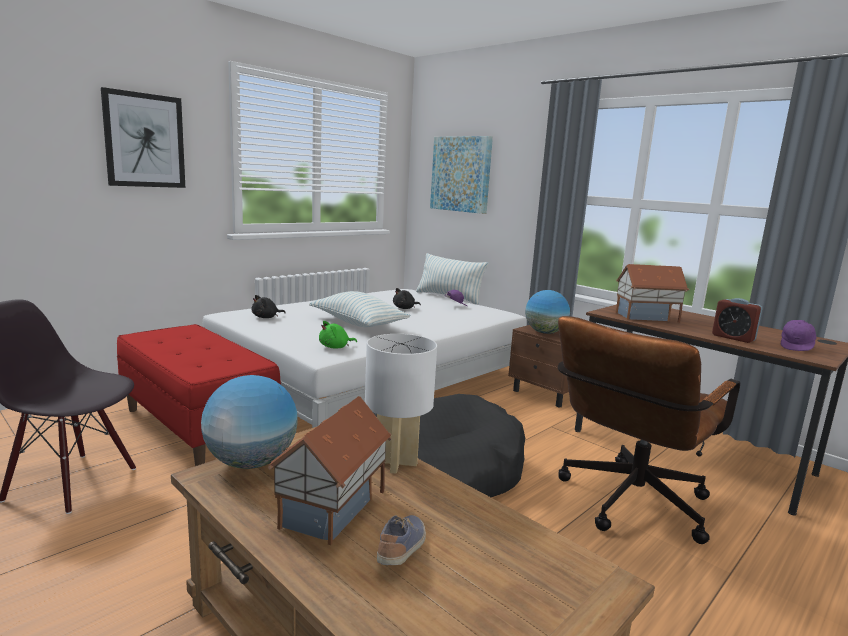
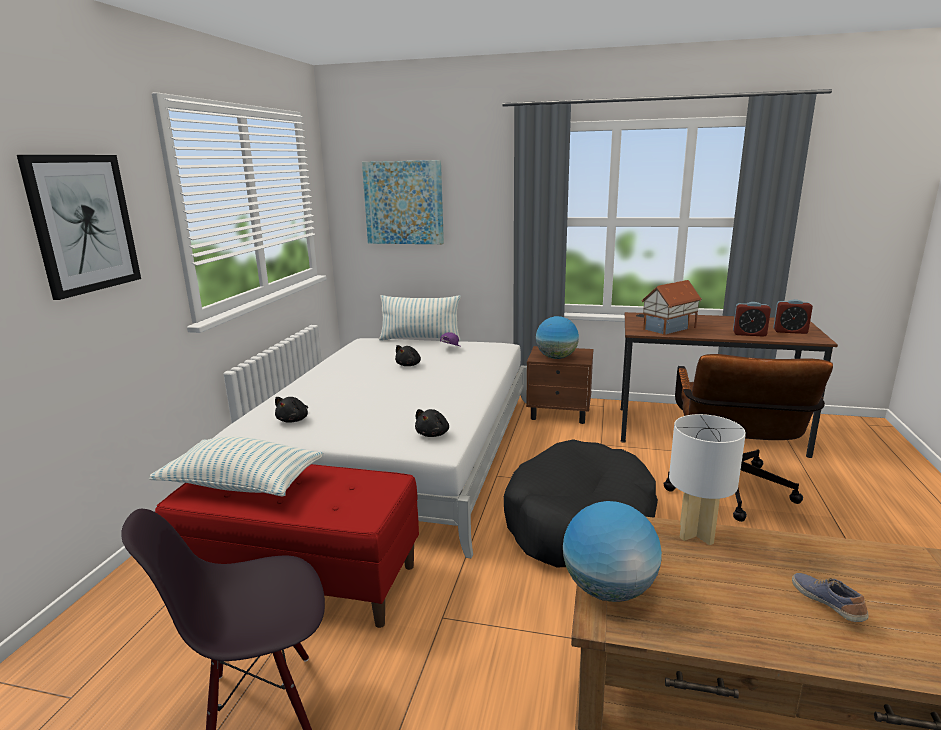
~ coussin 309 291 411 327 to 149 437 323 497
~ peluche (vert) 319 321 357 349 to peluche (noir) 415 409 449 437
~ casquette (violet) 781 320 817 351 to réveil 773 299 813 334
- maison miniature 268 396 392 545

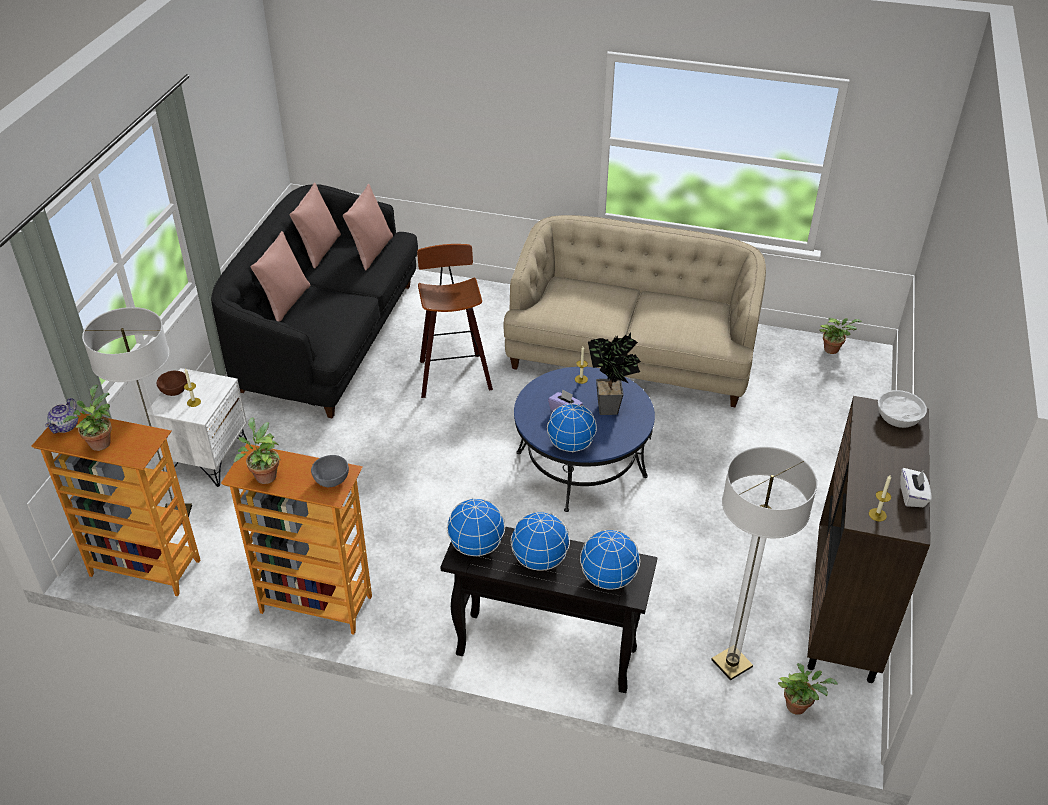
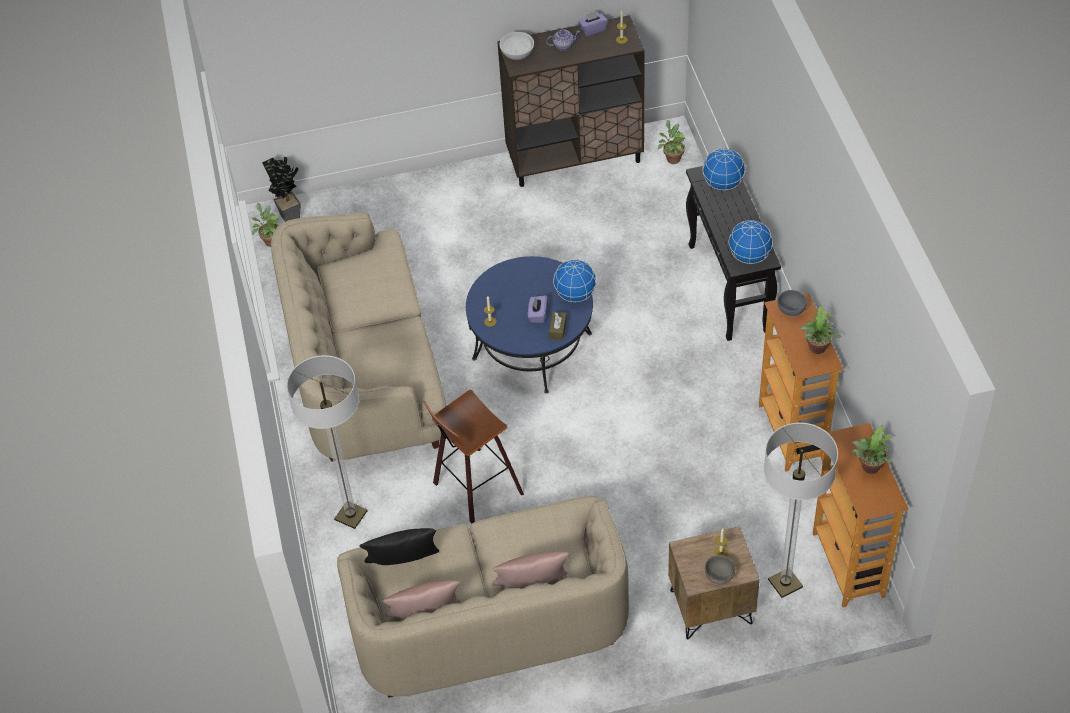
~ plante en pot 588 332 641 415 to 262 156 301 222
~ lampadaire 711 447 817 681 to 287 355 368 529
~ canapé (noir) 211 184 418 419 to canapé (beige) 337 496 629 698
~ coussin (rose) 343 184 393 270 to coussin (noir) 360 528 439 565
~ théière 45 398 78 434 to 546 29 580 51
+ boîte à mouchoirs (marron) 549 312 567 340
~ boîte à mouchoirs (blanc) 900 468 932 507 to boîte à mouchoirs (violet) 578 11 608 36
~ table de chevet (blanc) 151 368 248 487 to table de chevet (marron) 668 526 760 639
~ bol (marron) 156 371 187 396 to bol (gris) 705 555 735 585
- globe 511 512 570 571

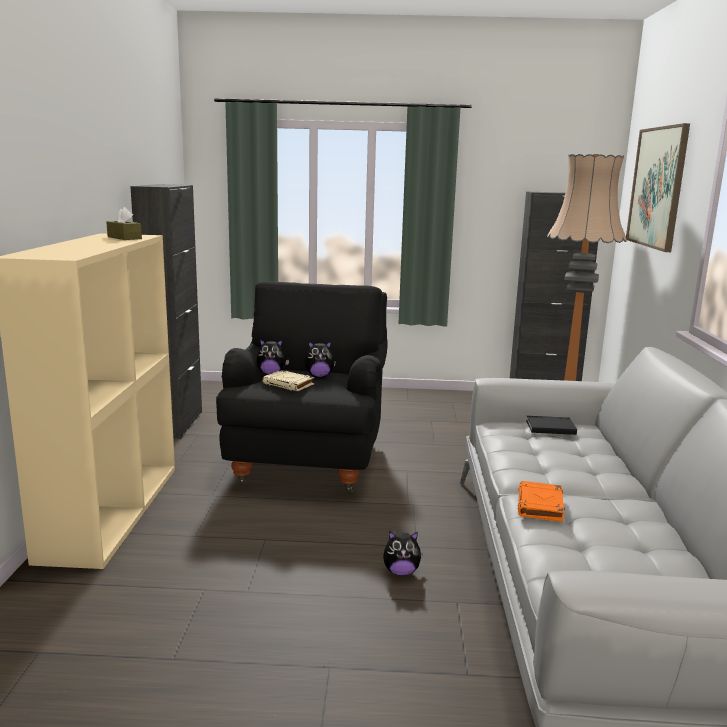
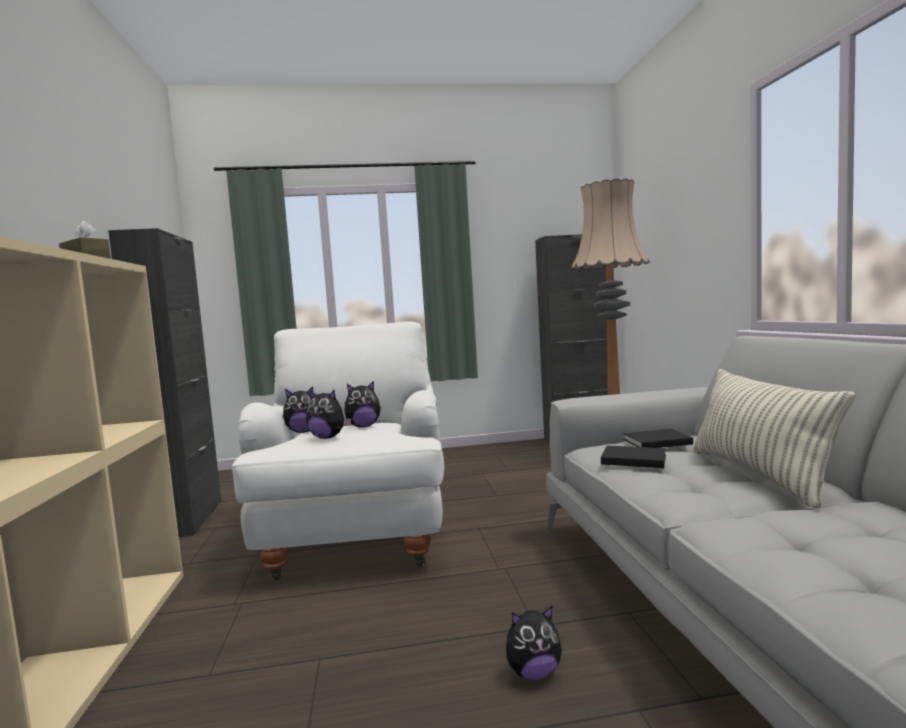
~ fauteuil (noir) 216 281 387 493 to fauteuil (blanc) 232 321 444 580
~ livre (beige) 262 370 314 391 to peluche 306 390 351 439
+ livre (noir) 601 445 666 468
+ coussin 693 369 855 508
- livre (orange) 518 481 565 522
- tableau 626 123 690 252

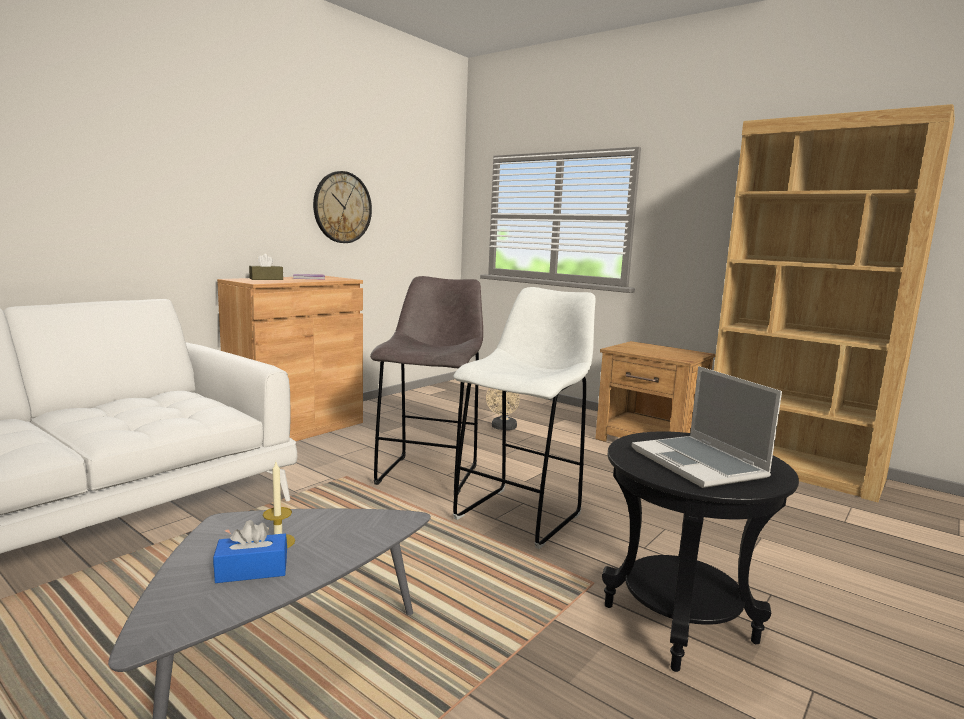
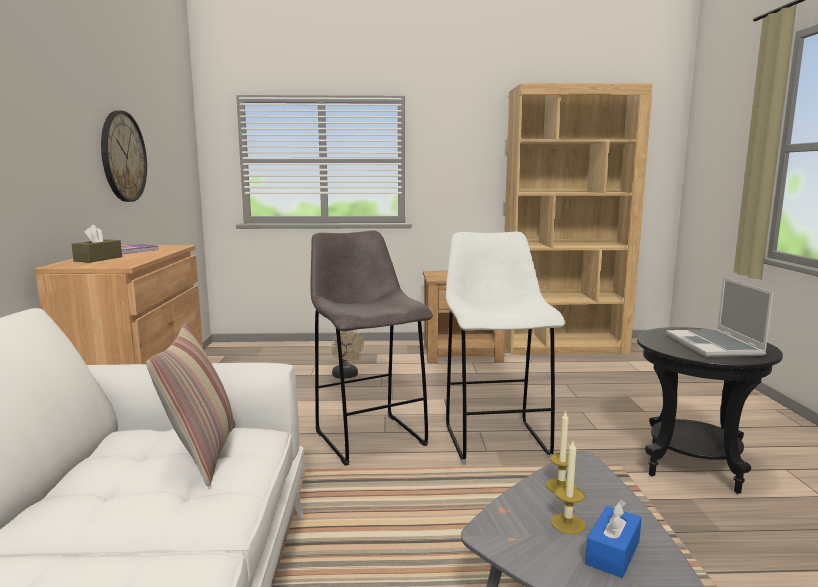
+ coussin 146 323 235 487
+ bougie 546 410 576 493
~ ordinateur portable 632 366 782 488 = 666 277 773 357 60 degrees clockwise

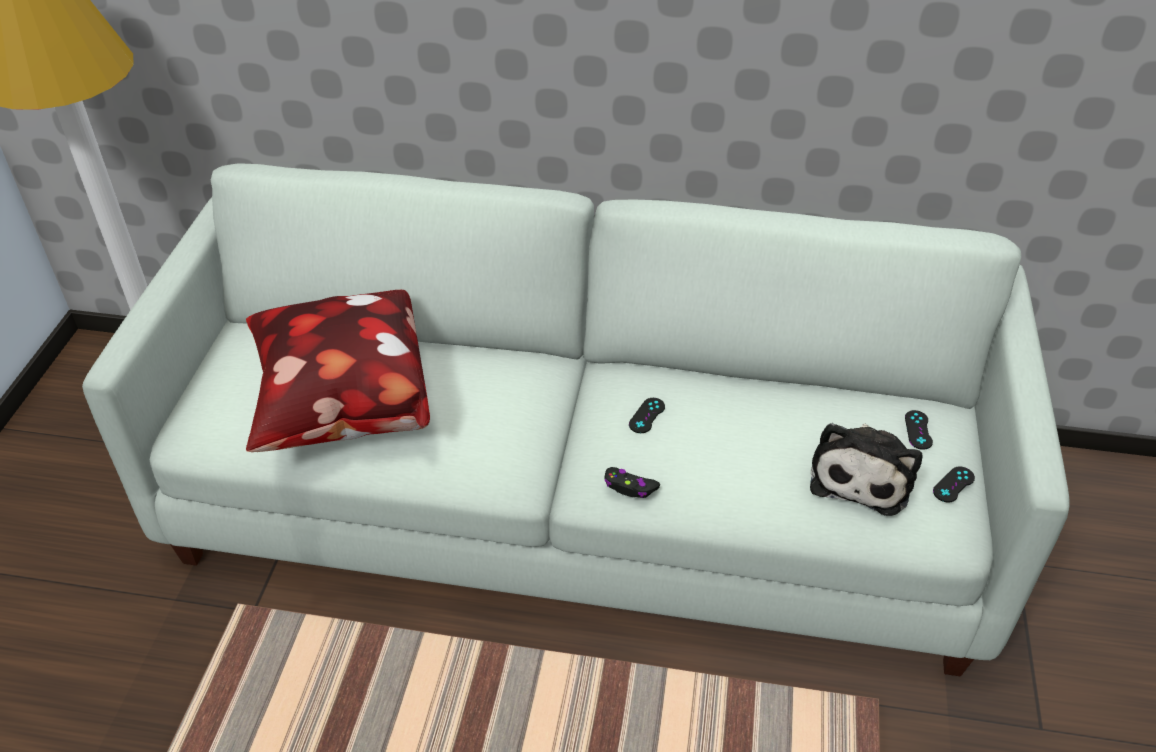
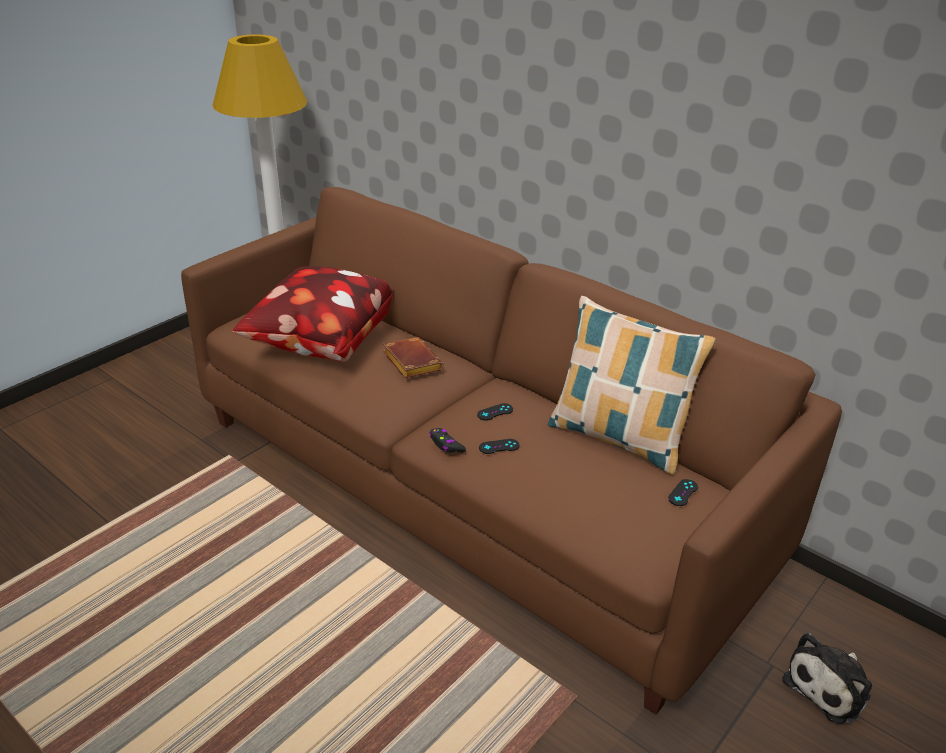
~ canapé (blanc) 82 163 1070 676 to canapé (marron) 181 187 842 715
+ livre (marron) 383 337 443 378
~ manette (noir) 933 466 975 503 to 479 439 519 454
+ coussin 548 296 716 474
~ peluche 810 423 922 516 to 782 633 872 724

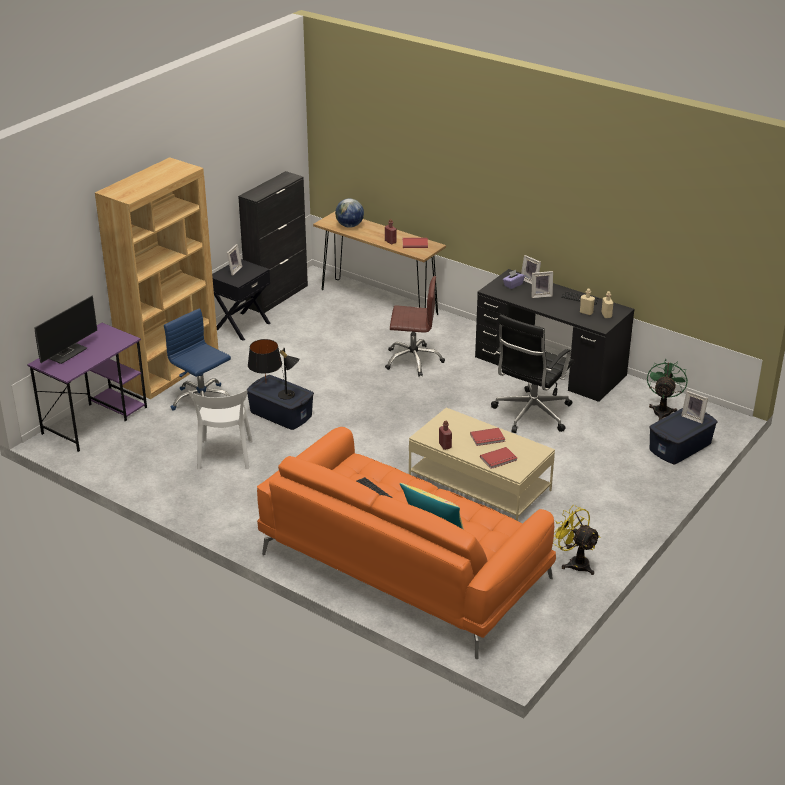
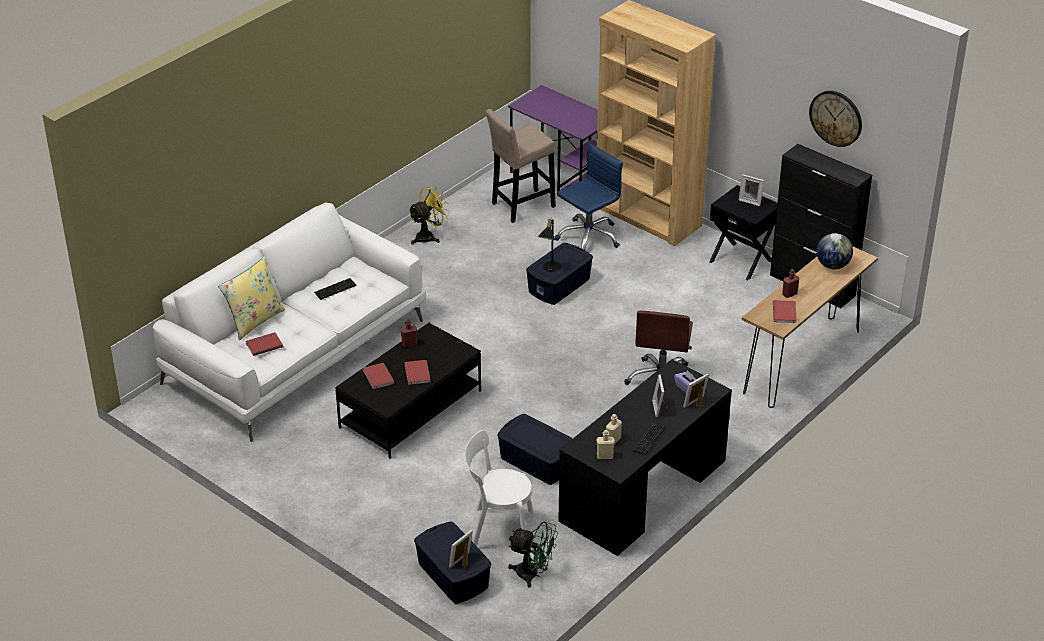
~ canapé (orange) 257 427 556 659 to canapé (blanc) 153 203 426 442
+ livre (rouge) 246 332 283 356
~ table basse (beige) 409 407 555 521 to table basse (noir) 335 323 481 459
~ ventilateur (jaune) 553 505 601 575 to 408 186 450 245
~ chaise (blanc) 188 390 253 469 to 465 430 533 546
+ tabouret (beige) 486 109 556 223
~ chaise de bureau (noir) 491 314 574 433 to boîte de rangement (bleu) 497 414 573 485
+ horloge murale 809 91 862 147
- écran d'ordinateur 34 296 97 364
- lampe de table (noir) 248 339 282 378

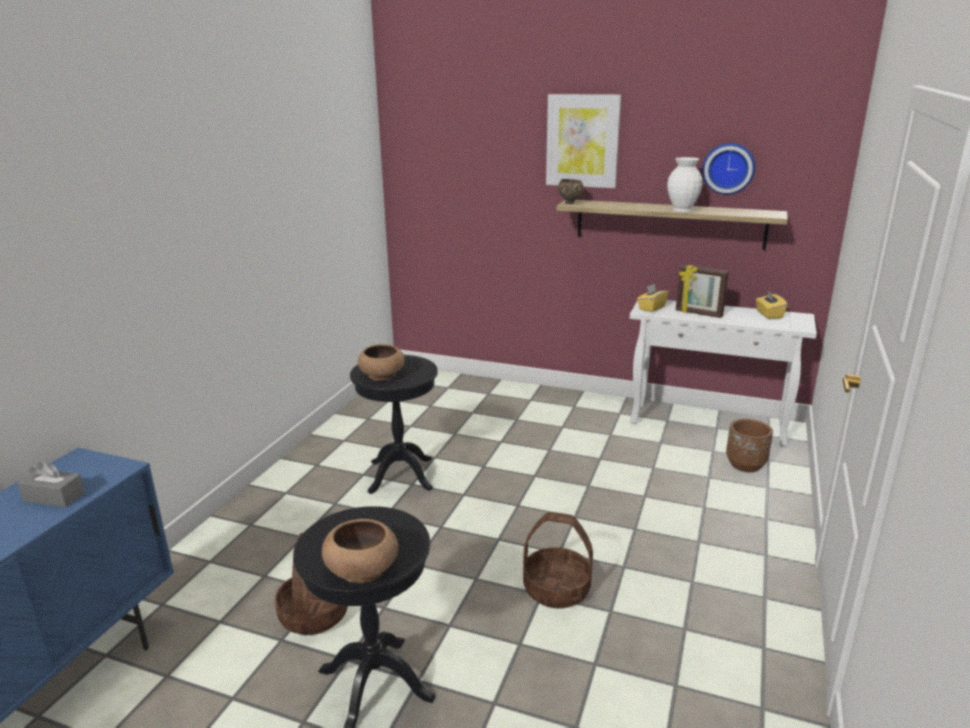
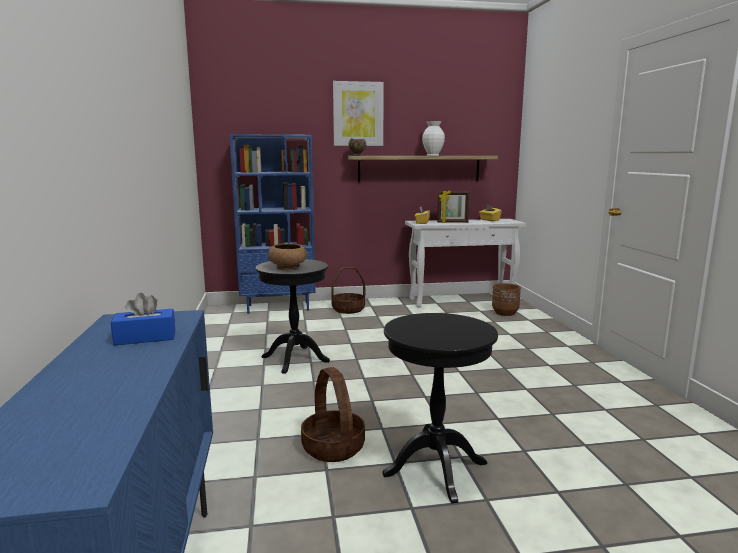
~ boîte à mouchoirs (gris) 17 461 85 507 to boîte à mouchoirs (bleu) 111 293 175 345
+ bibliothèque (bleu) 230 134 316 314
~ panier 523 512 593 608 to 331 266 365 314
- bol (marron) 322 519 399 583
- horloge murale 702 143 755 195

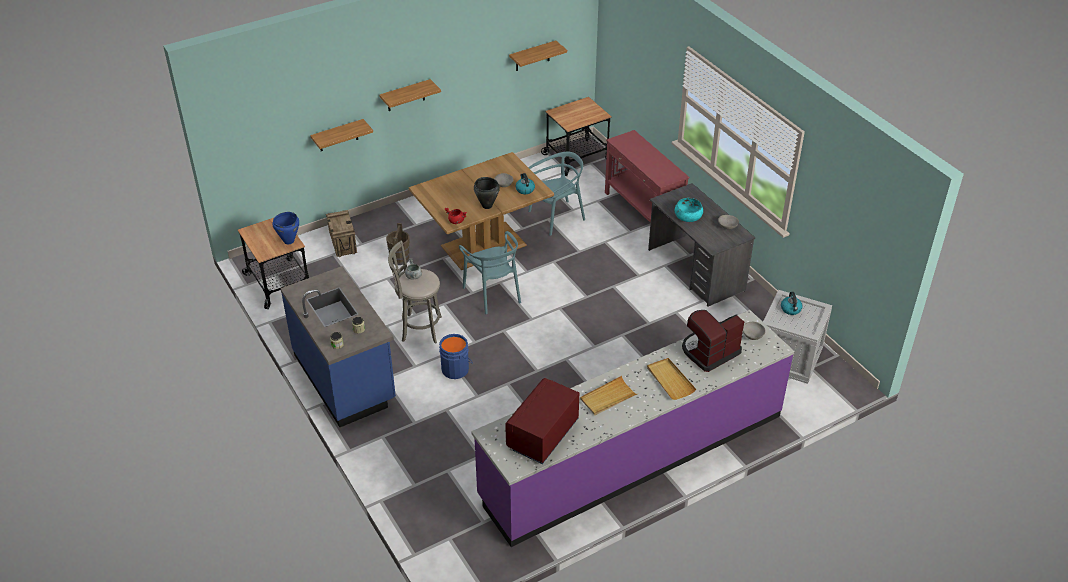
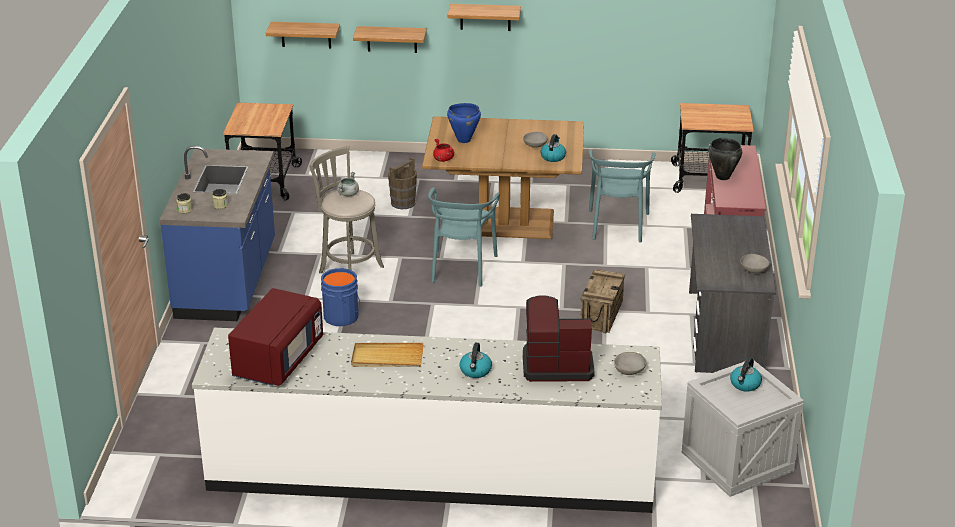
~ comptoir de cuisine (violet) 471 310 794 547 to comptoir de cuisine (blanc) 192 328 662 513
~ micro-ondes (rouge) 505 378 579 464 = 228 288 323 386 135 degrees clockwise
~ étagère 509 40 567 71 to 266 22 340 48
~ marmite (bleu) 272 212 299 244 to 447 103 481 143
~ plateau (beige) 647 358 696 400 to bouilloire 459 343 492 378
~ caisse 326 210 357 257 to 580 269 625 333
~ chaise (turquoise) 528 152 585 236 = 589 149 655 243 90 degrees clockwise
~ marmite (noir) 474 177 500 209 to 708 138 742 180
- bol (turquoise) 675 198 703 222

